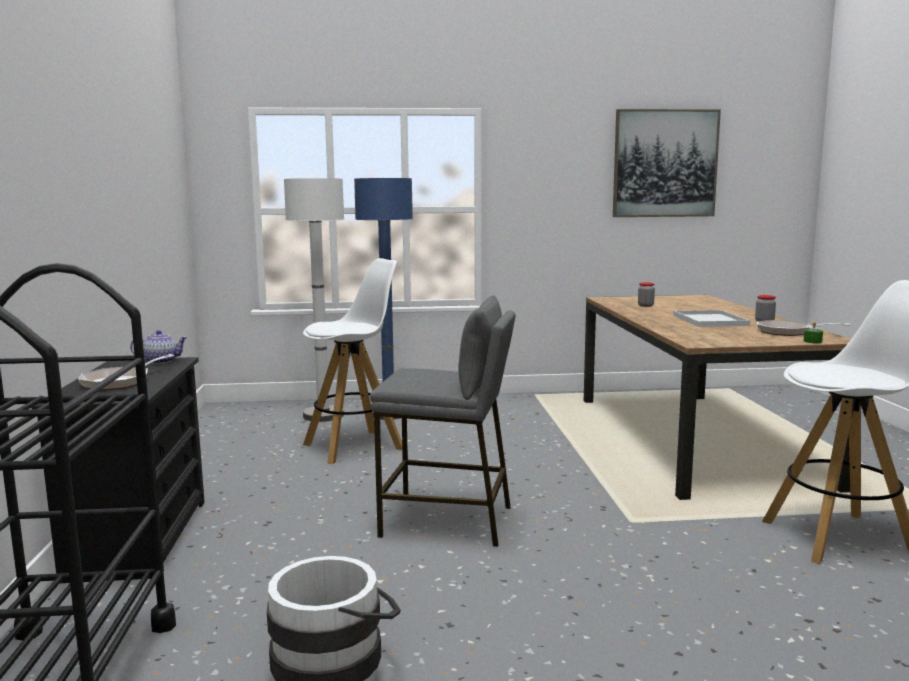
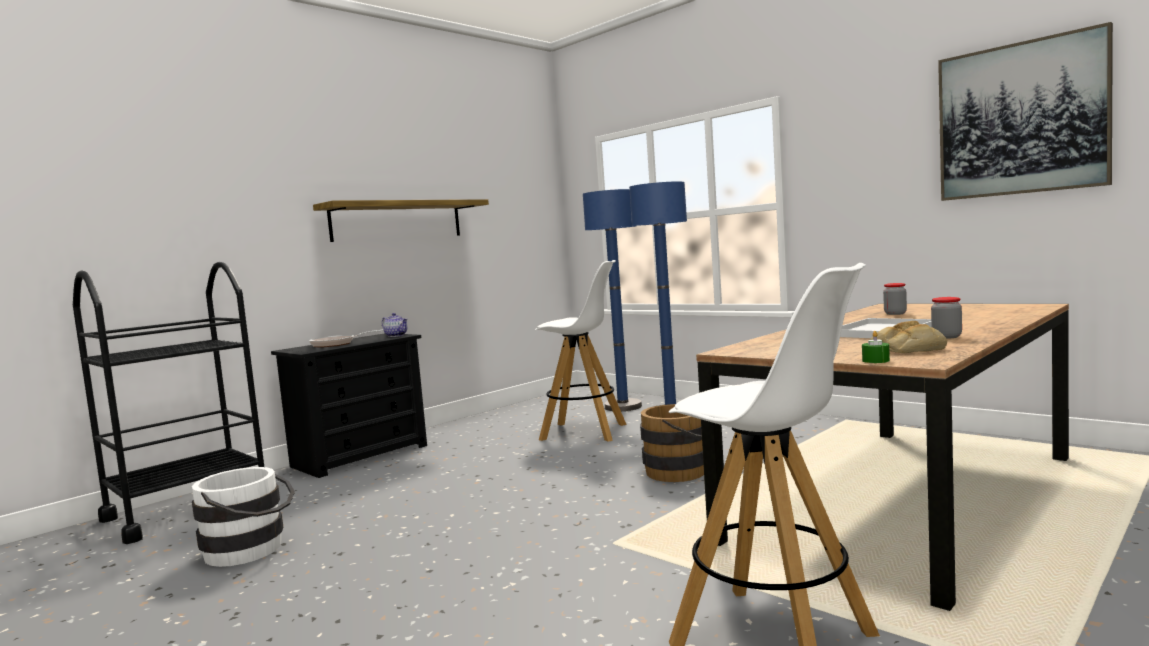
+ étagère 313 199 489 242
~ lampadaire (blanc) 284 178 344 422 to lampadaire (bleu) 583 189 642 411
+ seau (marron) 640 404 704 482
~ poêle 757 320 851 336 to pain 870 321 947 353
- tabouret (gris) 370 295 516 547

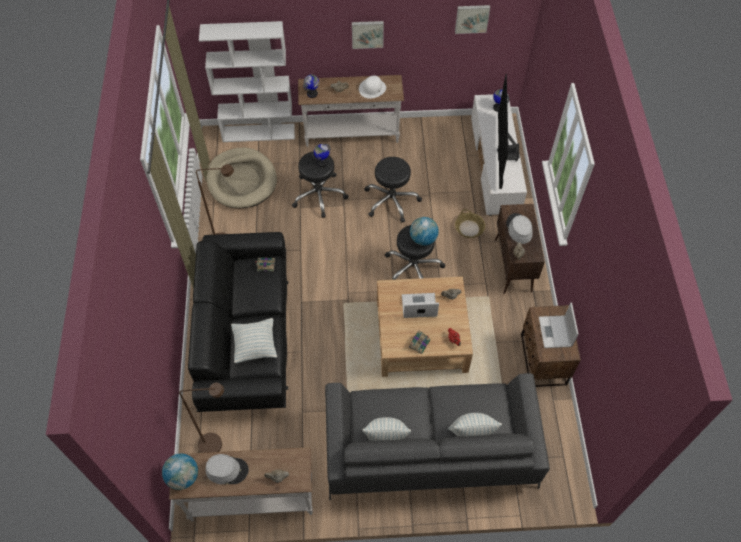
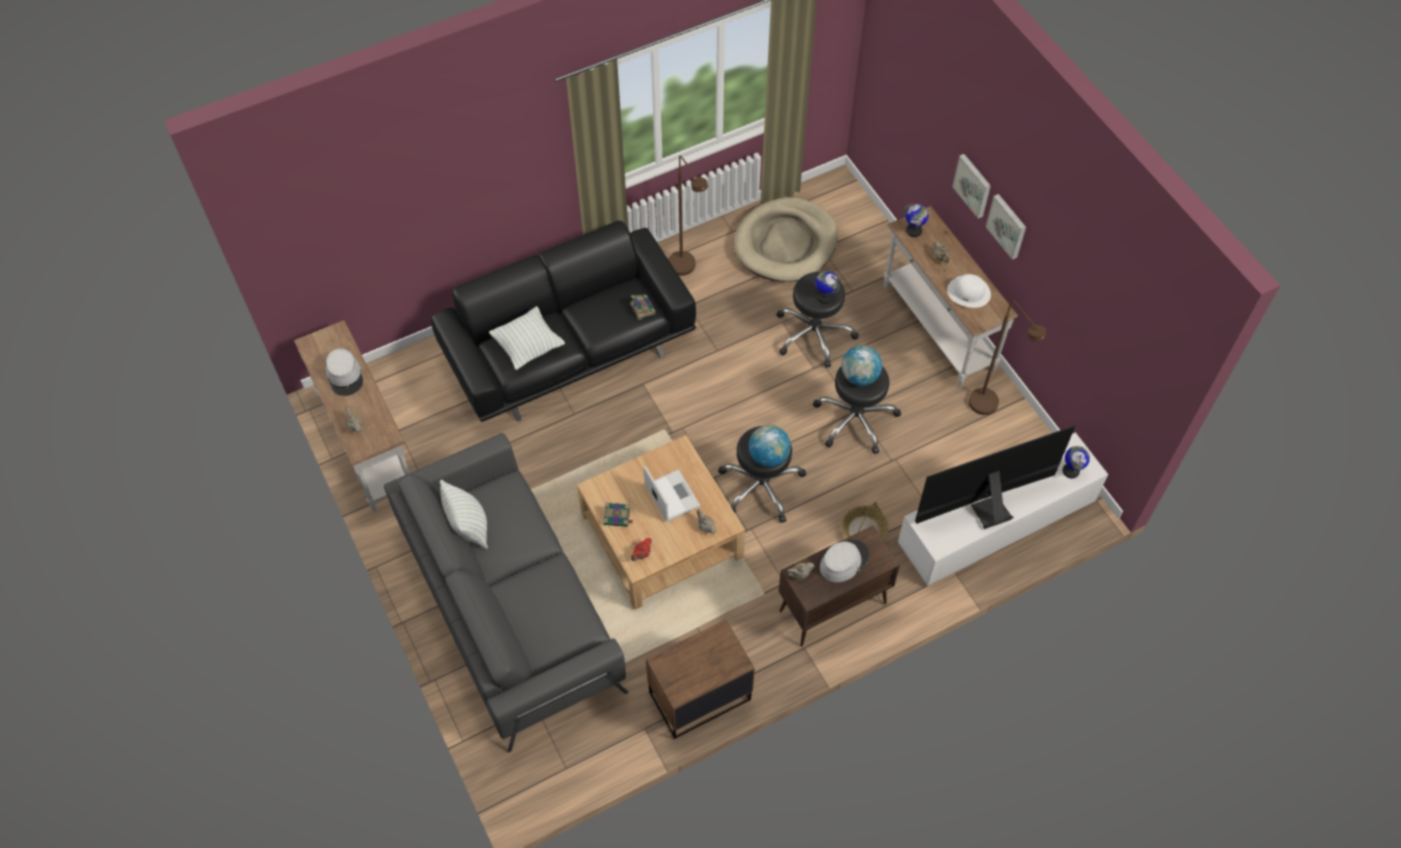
~ globe 162 454 198 490 to 841 345 882 386
~ tableau 455 5 490 34 to 952 154 991 218
~ lampadaire (marron) 179 383 224 453 to 969 300 1046 415
- bibliothèque (blanc) 199 21 295 142
- coussin 448 413 502 436
- ordinateur portable 539 302 578 348

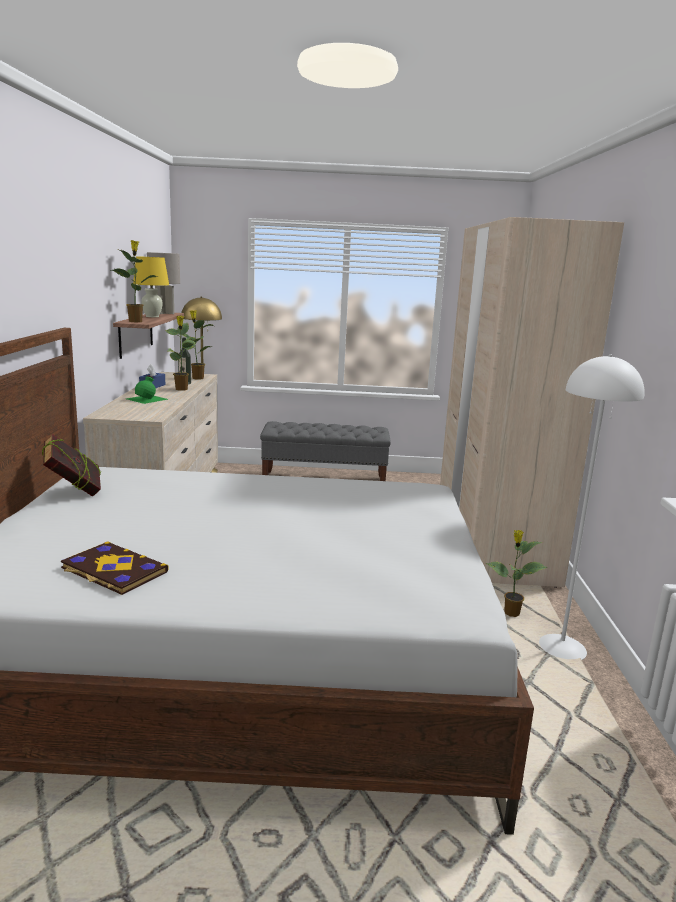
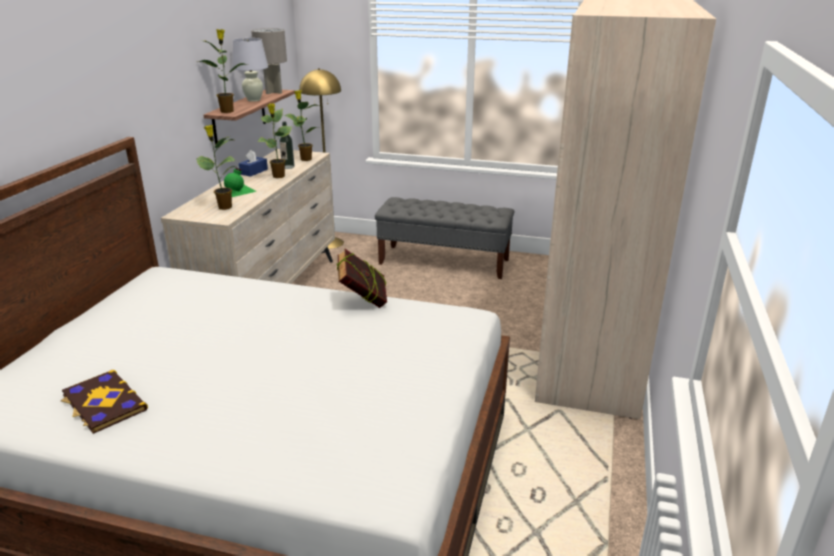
~ plante en pot 486 530 548 617 to 196 125 236 210
~ lampe de table (jaune) 133 256 169 317 to lampe de table (blanc) 232 38 268 102
~ livre 42 434 101 497 to 337 249 387 308
- lampadaire (blanc) 539 354 645 660

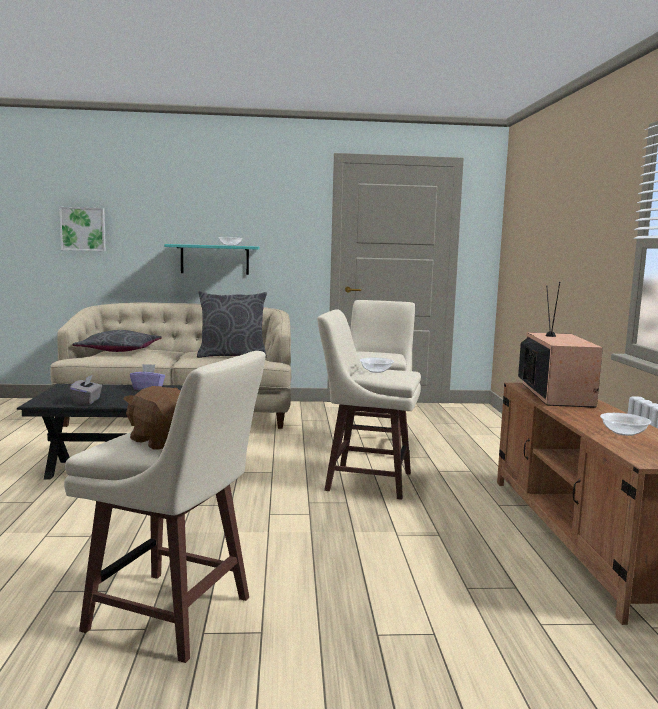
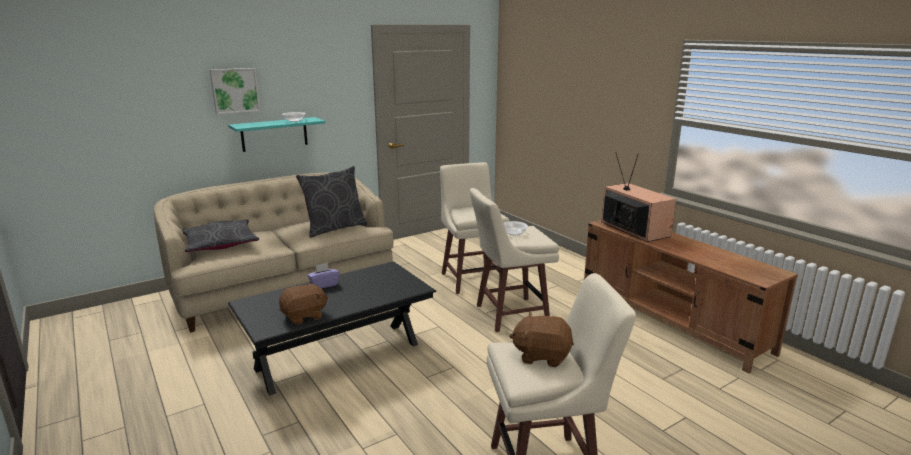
~ tableau 59 207 106 251 to 210 68 260 114
~ boîte à mouchoirs (gris) 70 375 102 405 to peluche (marron) 279 282 328 325
- bol 600 413 651 436

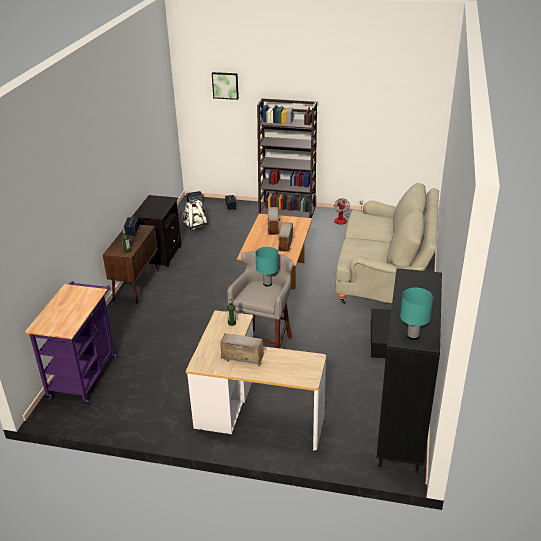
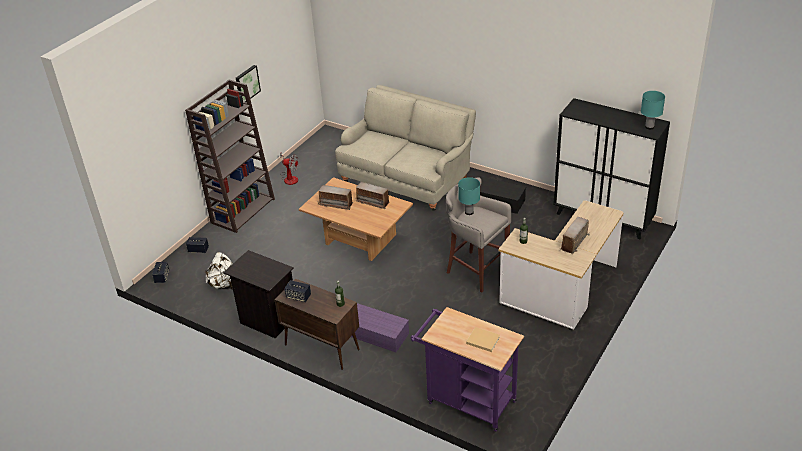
~ tableau 212 72 239 100 to 236 65 261 102
+ boîte de rangement (violet) 351 304 409 352
+ livre (beige) 466 327 500 352

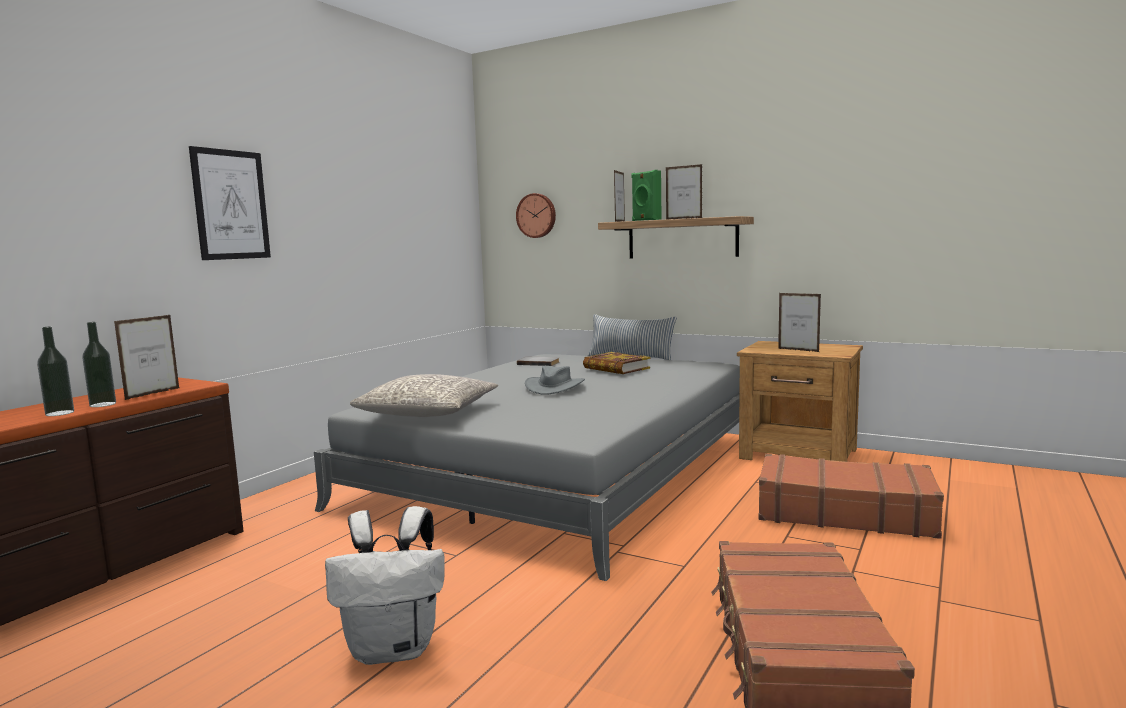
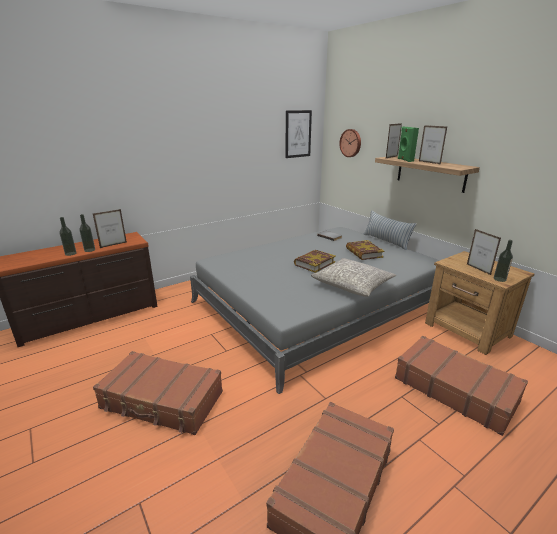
~ sac à dos (blanc) 325 506 445 665 to valise (marron) 93 351 223 435
~ tableau 189 146 271 260 to 285 110 312 158
~ chapeau (gris) 525 366 585 395 to livre 294 250 336 273
~ coussin (gris) 350 374 498 417 to 311 258 396 297
+ bouteille 494 240 513 282

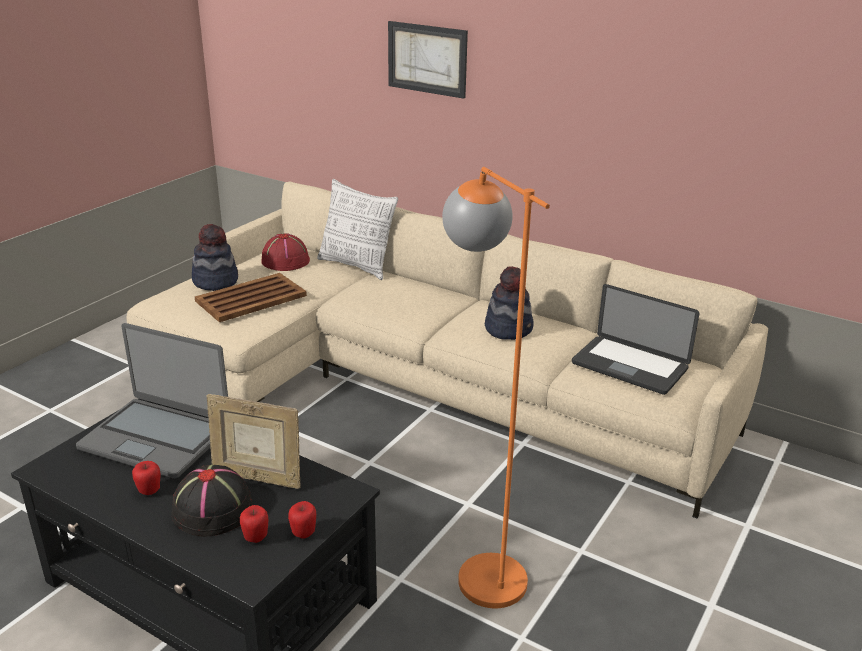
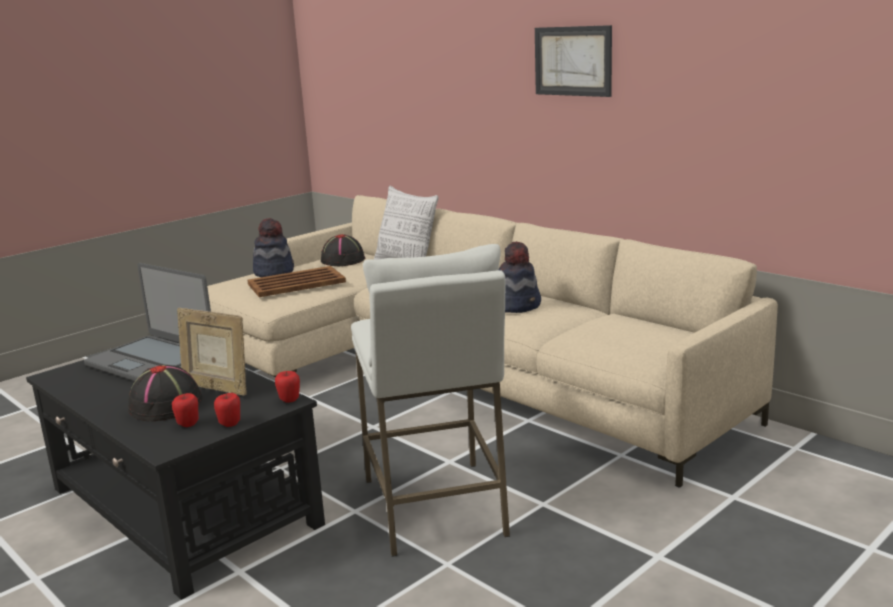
~ pomme 132 461 161 495 to 275 371 300 403
~ chapeau (rouge) 261 233 310 271 to chapeau (noir) 321 234 365 266
~ lampadaire (orange) 442 167 550 608 to tabouret (blanc) 351 244 510 557
~ tableau 388 21 468 99 to 535 25 612 97
- ordinateur portable 572 284 699 395

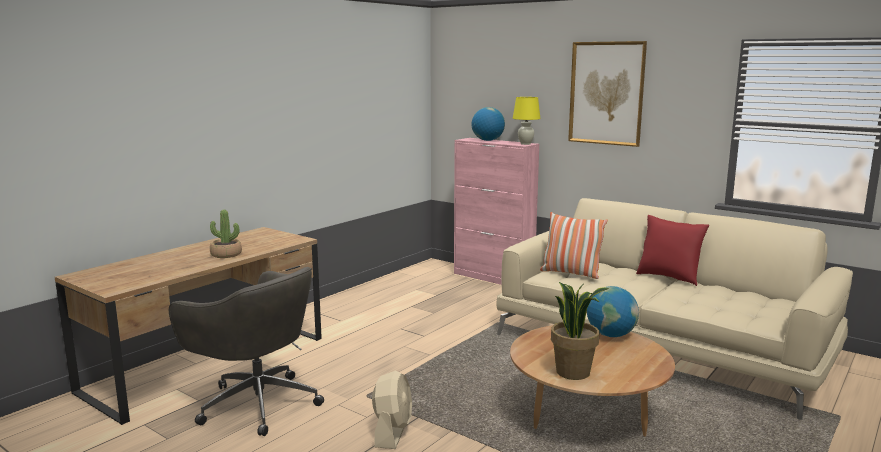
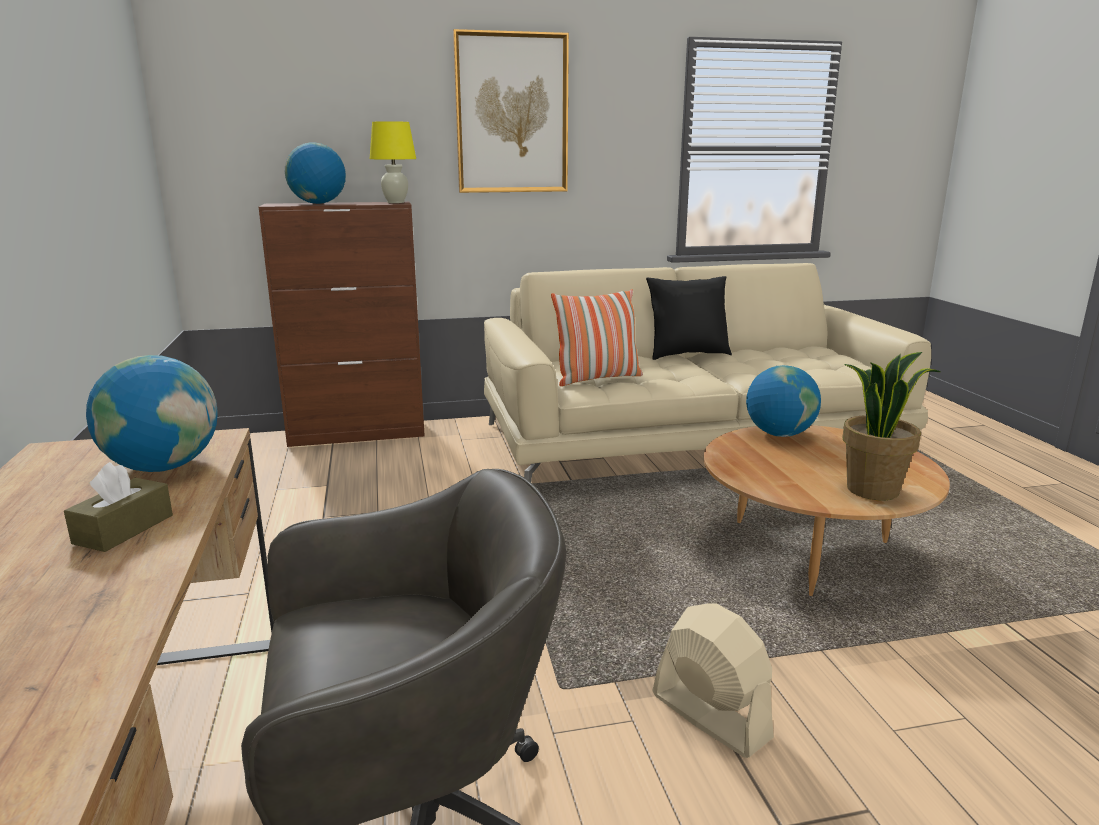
~ plante en pot 210 210 242 258 to boîte à mouchoirs (marron) 64 462 173 552
+ globe 86 355 218 472
~ meuble de rangement (rose) 454 138 539 285 to meuble de rangement (marron) 258 202 425 447
~ coussin (rouge) 636 215 709 286 to coussin (noir) 646 276 732 360

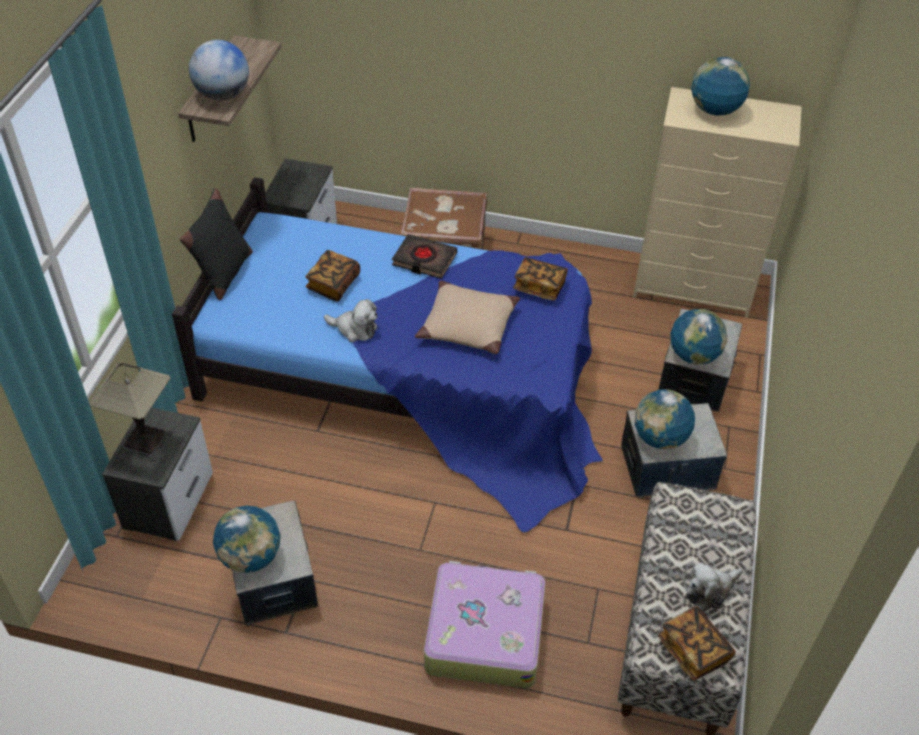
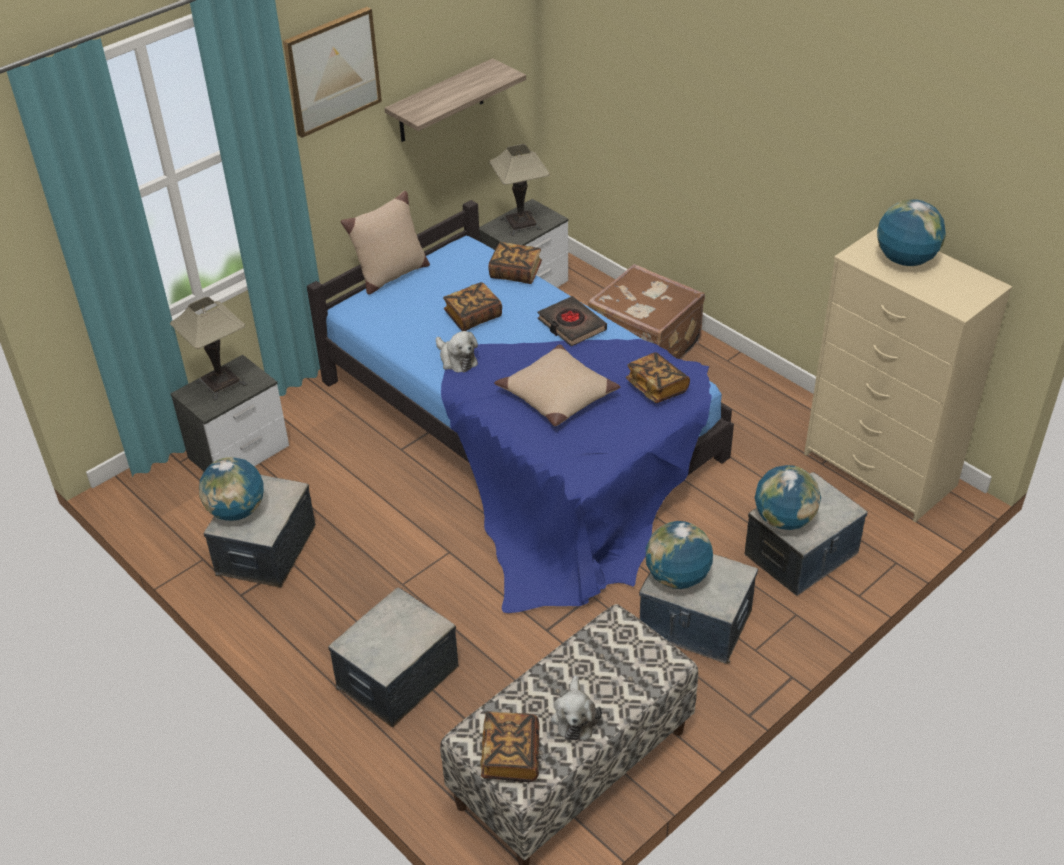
+ tableau 283 7 382 138
~ valise 424 561 545 688 to boîte de rangement 328 587 459 727
~ coussin (noir) 179 189 253 300 to coussin (beige) 341 191 430 295
+ livre 488 242 542 284
+ lampe de table 489 144 550 236
~ peluche 686 563 743 611 = 551 675 602 740 90 degrees counterclockwise
- globe 189 40 249 101

